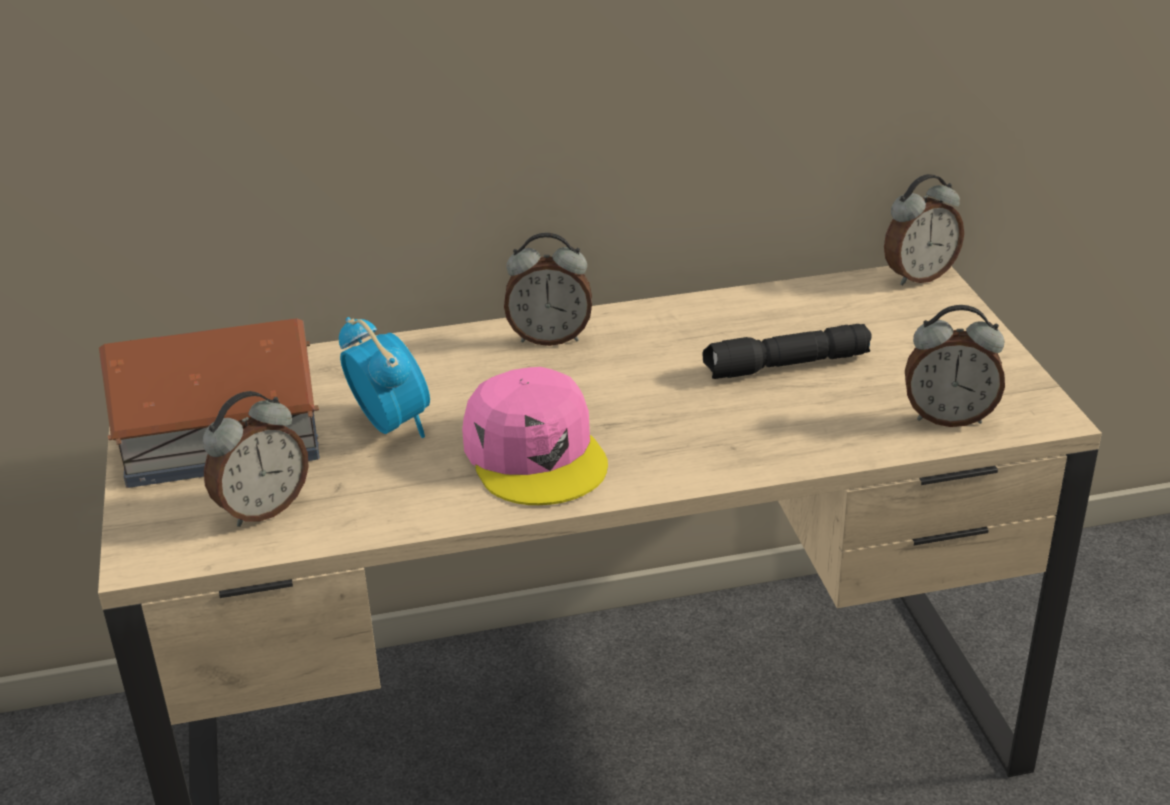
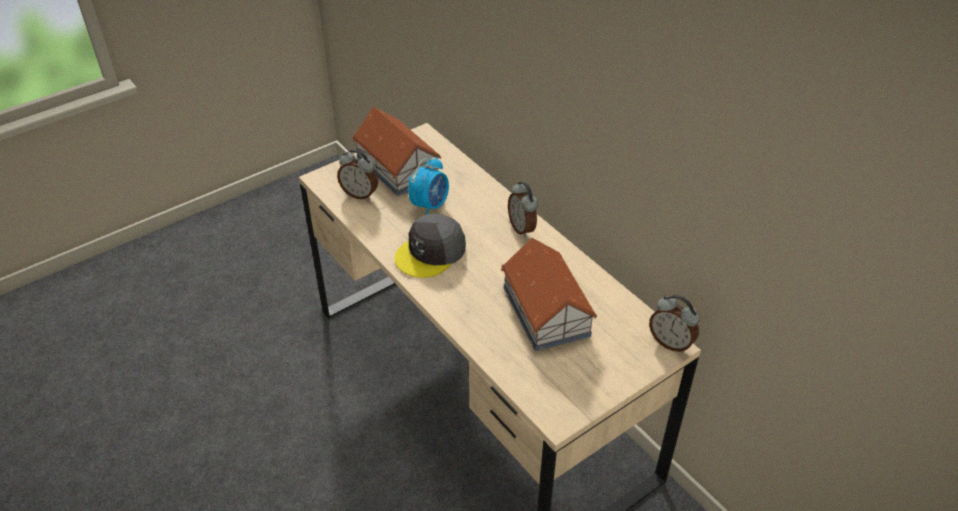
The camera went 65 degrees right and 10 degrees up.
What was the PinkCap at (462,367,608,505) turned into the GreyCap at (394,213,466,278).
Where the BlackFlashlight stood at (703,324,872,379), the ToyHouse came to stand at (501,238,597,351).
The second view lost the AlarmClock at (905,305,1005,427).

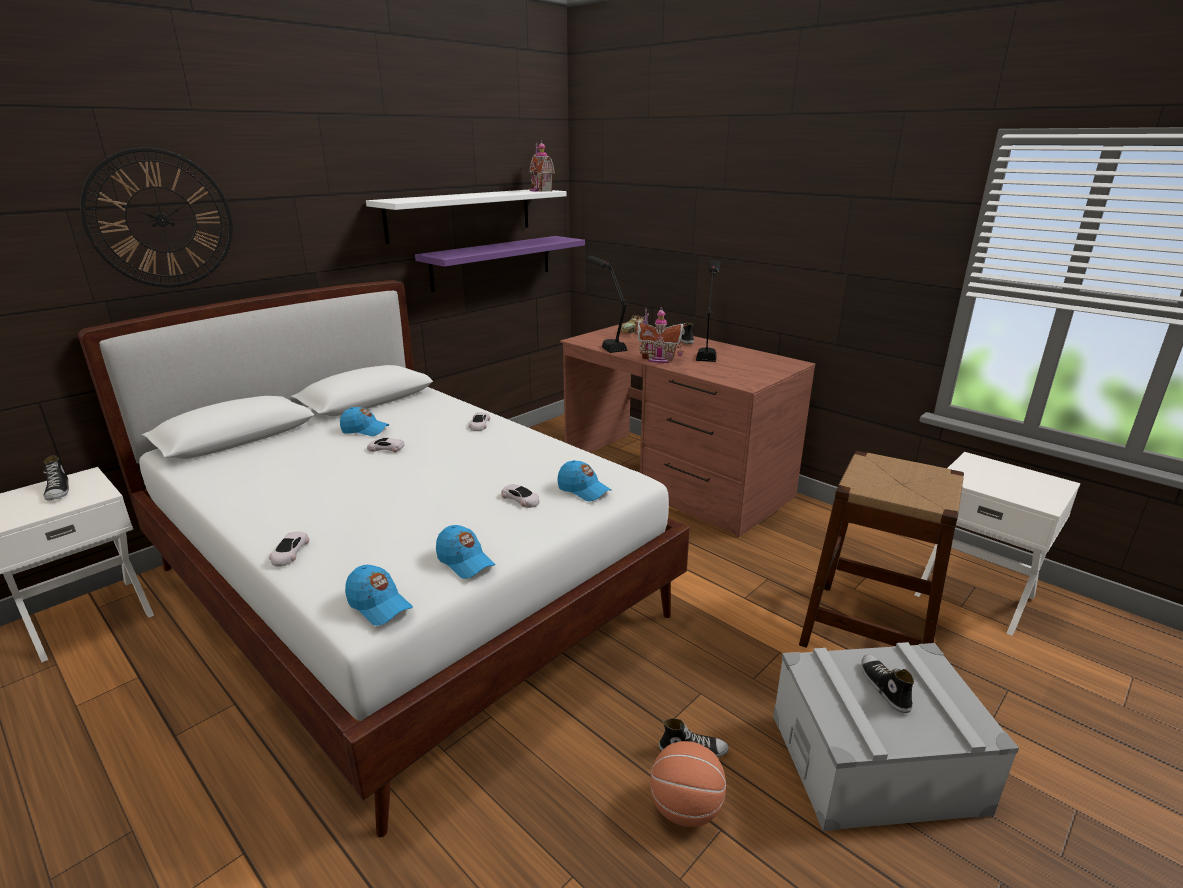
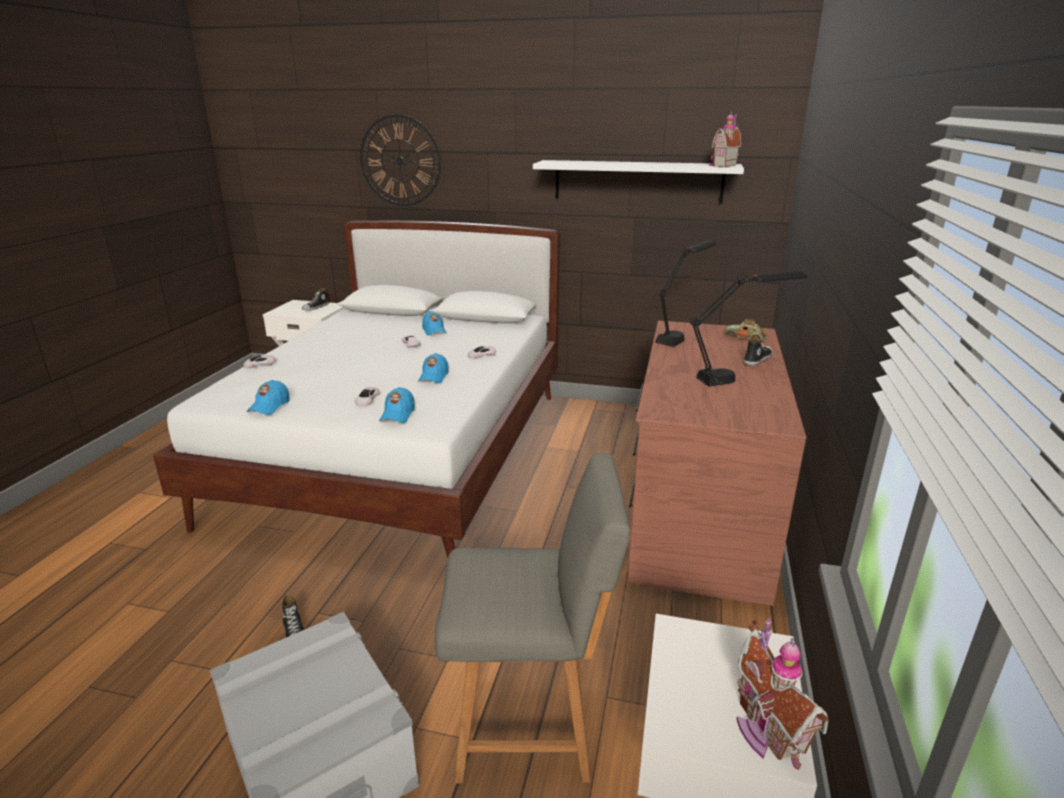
The camera went 60 degrees right and 0 degrees up.
The BlueCap ended up elsewhere, having gone from (345,565,413,626) to (418,353,448,383).
The second view lost the PurpleShelf at (415,236,585,292).
The ToyHouse ended up elsewhere, having gone from (635,307,687,363) to (736,618,829,770).
The second view lost the Basketball at (650,741,726,827).
Where the BrownStool stood at (799,451,964,648), the GreyChair came to stand at (435,453,630,783).
The second view lost the Shoe at (861,654,914,713).

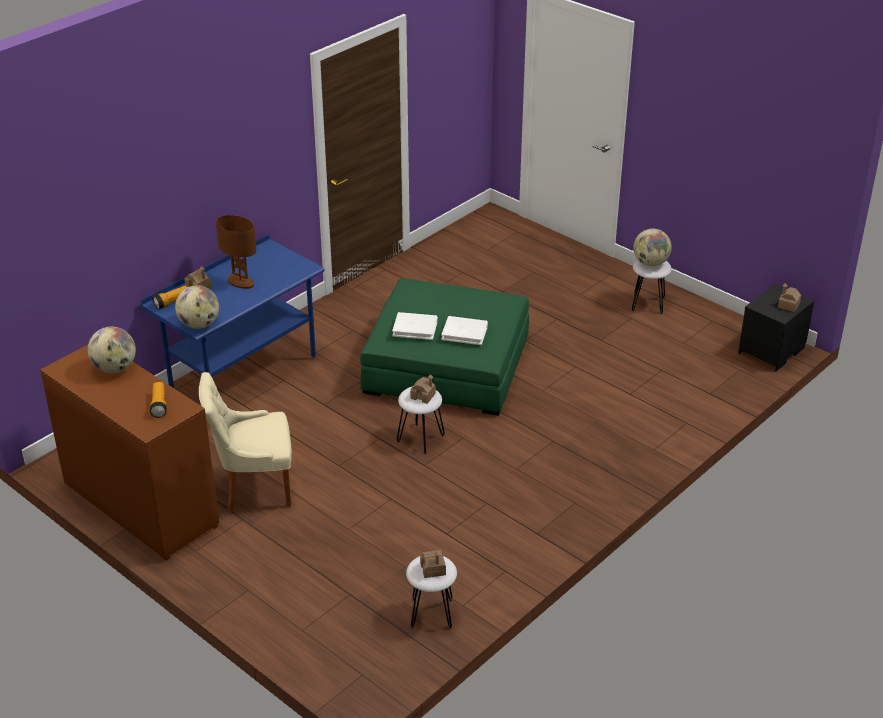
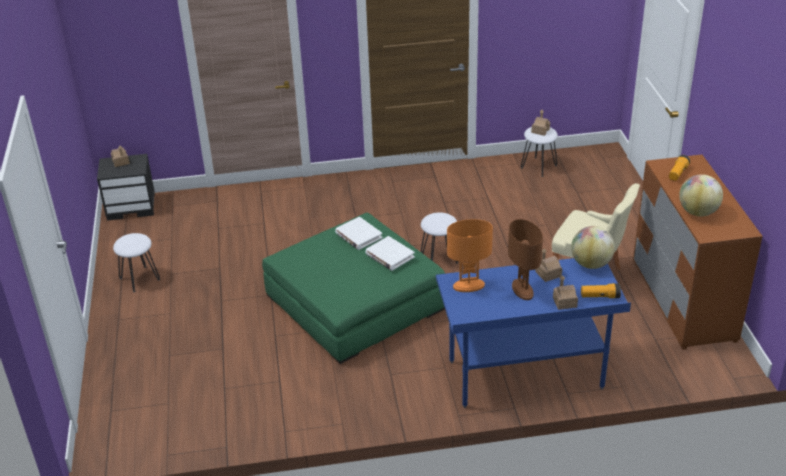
The camera went 140 degrees left and 0 degrees up.
The ToyHouse ended up elsewhere, having gone from (410,374,436,404) to (536,249,562,282).
The second view lost the Globe at (633,229,672,266).
The second view gained the OrangeTableLamp at (447,219,493,292).

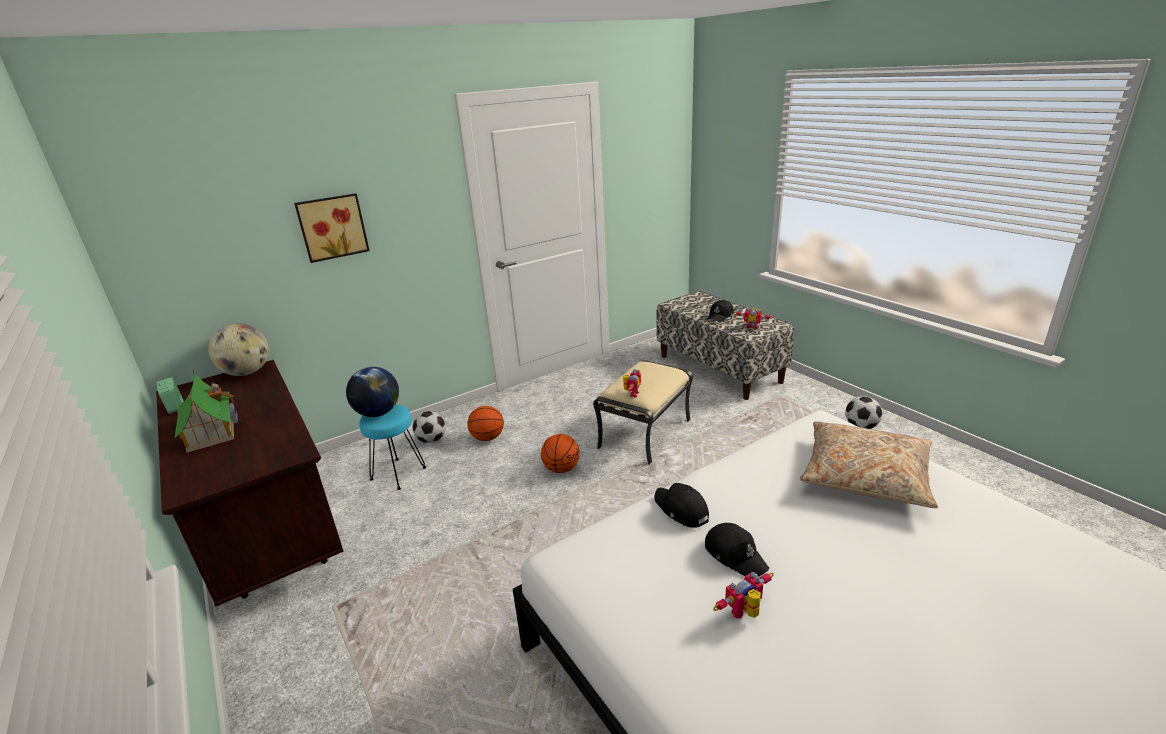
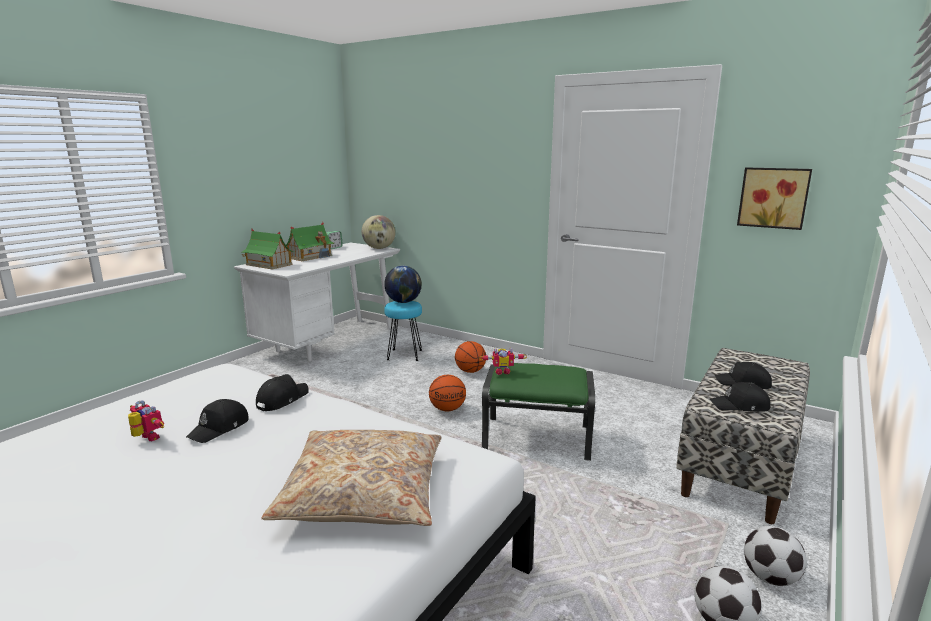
The camera went 65 degrees right and 10 degrees down.
What was the BrownDesk at (156,360,344,607) turned into the WhiteDesk at (234,242,400,362).
The Picture ended up elsewhere, having gone from (294,193,370,263) to (737,167,812,230).
The Football ended up elsewhere, having gone from (413,411,446,443) to (744,526,807,586).
What was the BeigeOttoman at (593,360,693,465) turned into the GreenOttoman at (482,363,595,461).
Where the ToyRobot stood at (734,307,773,329), the BlackCap came to stand at (710,382,771,412).
The second view gained the ToyHouse at (241,229,294,270).

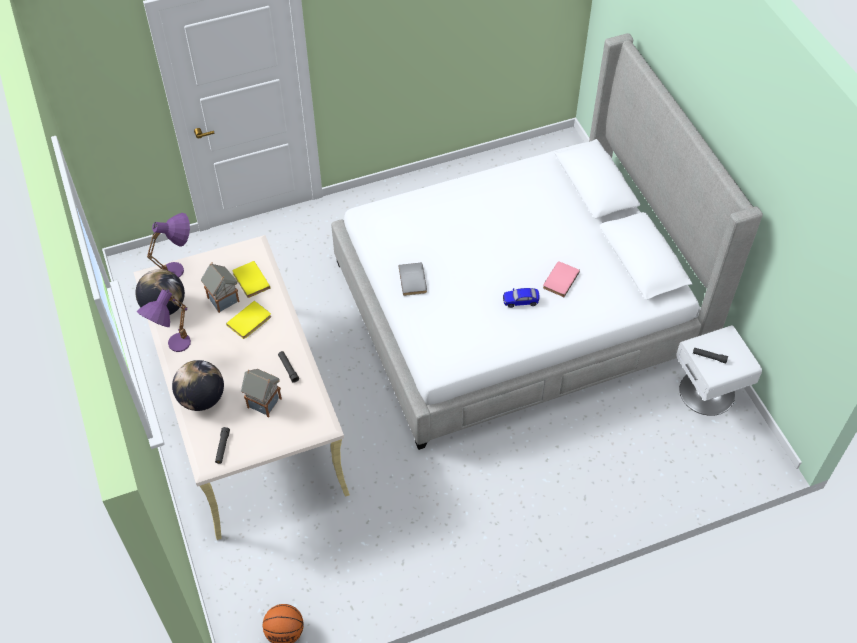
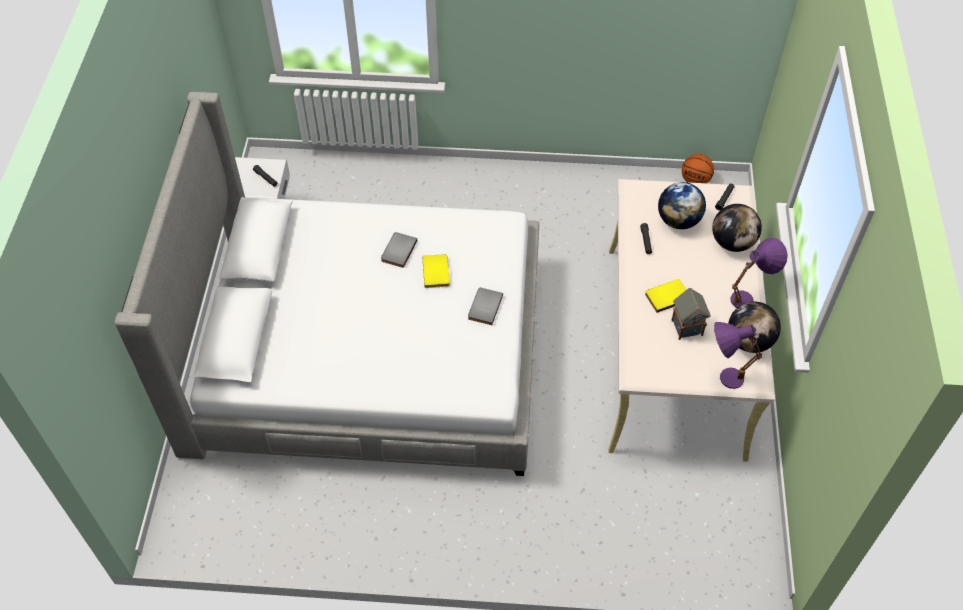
The camera went 155 degrees left and 0 degrees up.
The YellowBook ended up elsewhere, having gone from (233,261,270,298) to (422,254,450,288).
Where the ToyHouse stood at (241,369,282,417), the Globe came to stand at (658,182,706,229).
Where the ToyCar stood at (503,288,540,308), the GreyBook came to stand at (381,232,417,268).
The second view lost the PinkBook at (543,261,580,297).

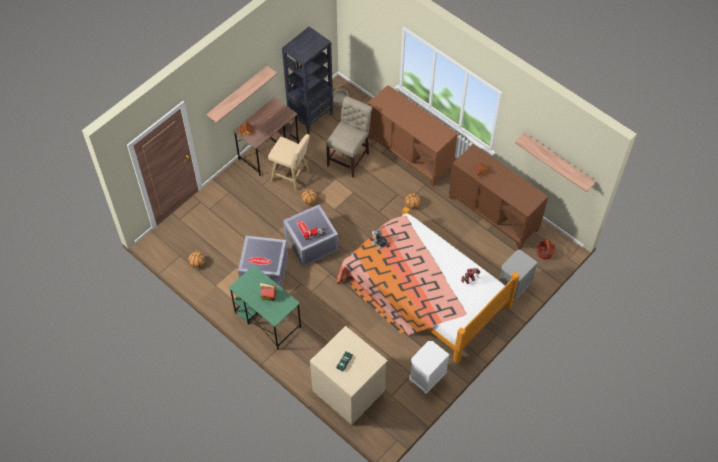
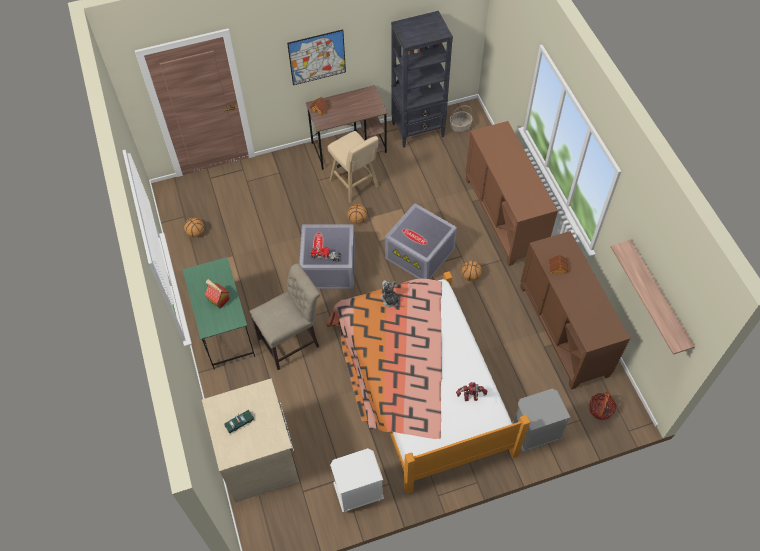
The camera went 30 degrees right and 0 degrees up.
Where the Shelf hung at (206,66,277,123), the Picture came to hang at (287,29,346,85).
The GreyStorageBox ended up elsewhere, having gone from (238,236,288,288) to (385,203,457,279).
The BeigeChair ended up elsewhere, having gone from (326,96,373,177) to (249,263,320,370).

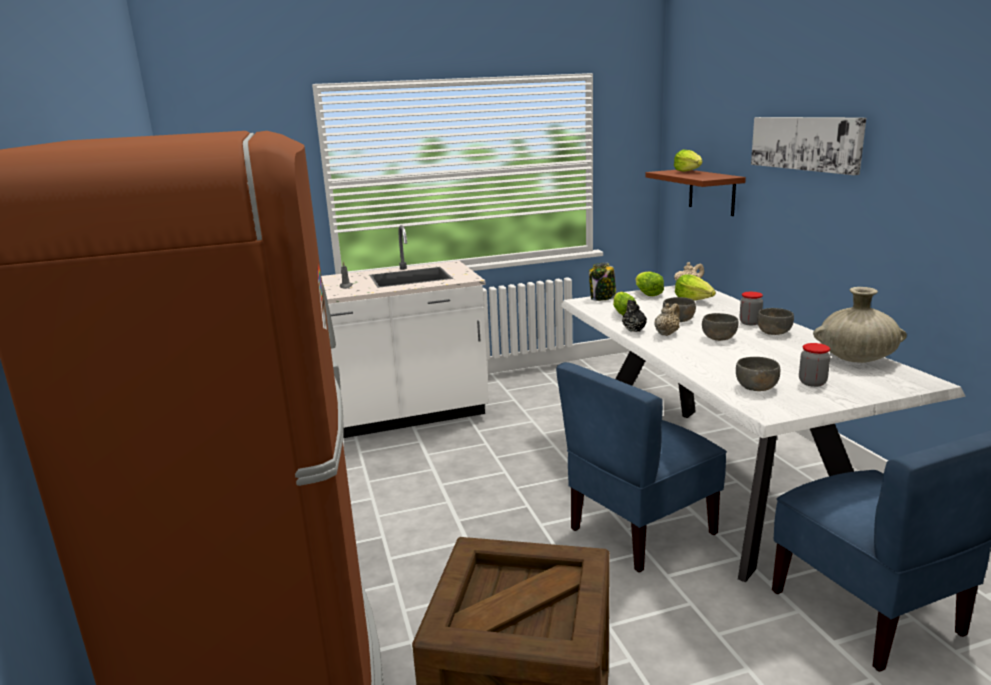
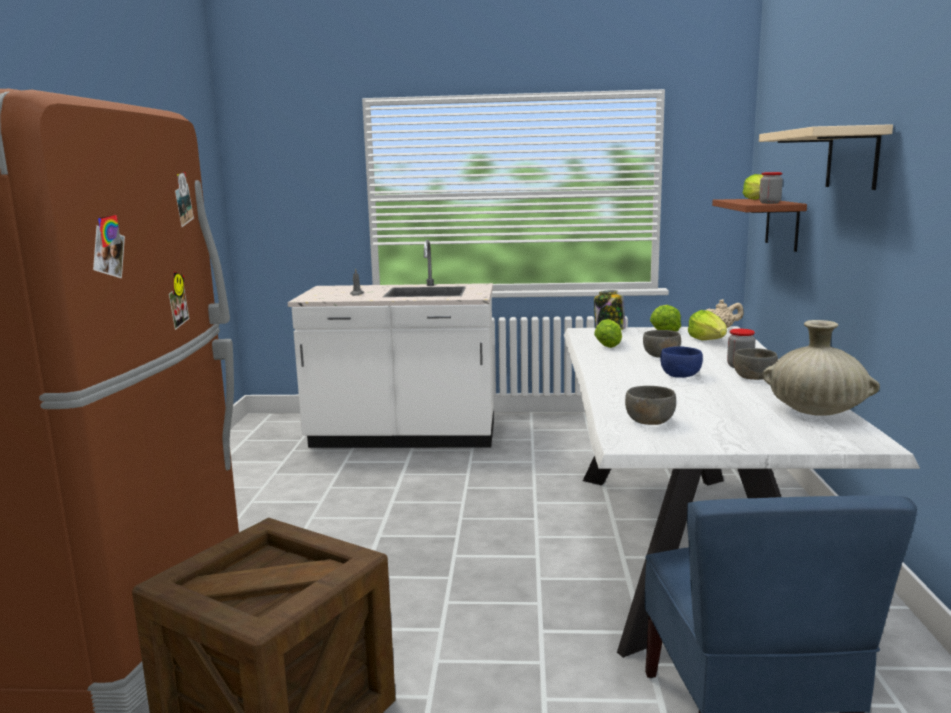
The camera went 20 degrees right and 5 degrees down.
The second view lost the BlueChair at (556,362,727,573).
The second view lost the BlackTeapot at (622,300,647,332).
The second view lost the BeigeTeapot at (654,303,680,336).
What was the GreyBowl at (702,313,738,341) turned into the BlueBowl at (660,346,703,378).
Where the Picture hung at (751,117,866,175), the BeigeShelf came to hang at (759,124,893,190).
The Jar ended up elsewhere, having gone from (799,343,830,387) to (759,172,783,204).

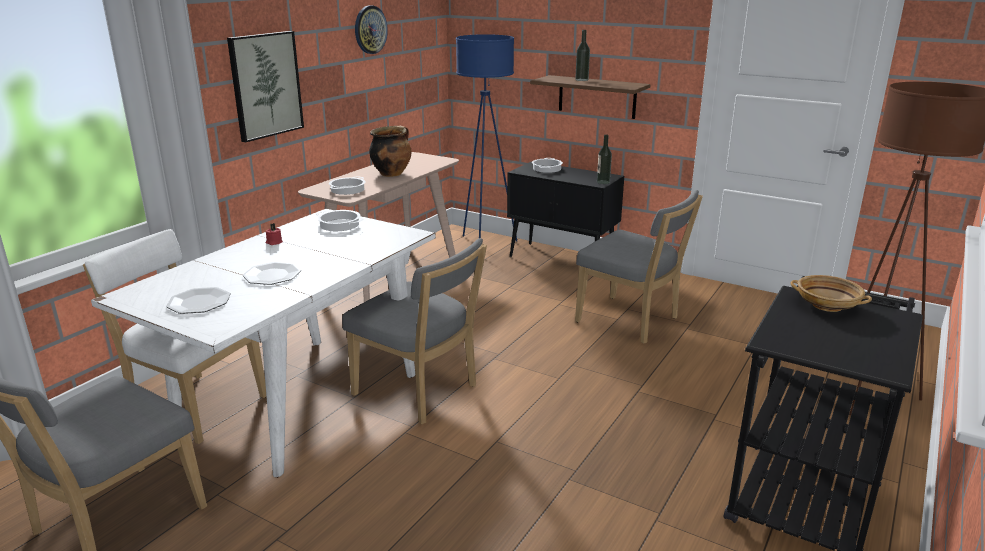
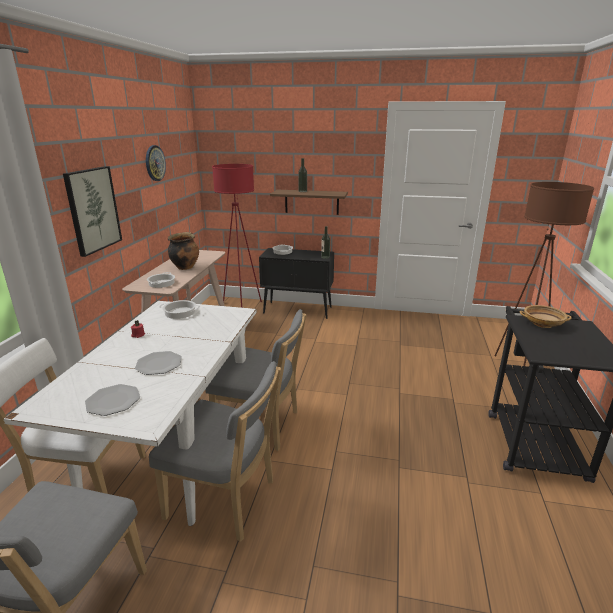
The camera went 20 degrees left and 0 degrees up.
What was the BlueFloorLamp at (456,34,517,242) turned into the RedFloorLamp at (212,164,262,308).
The GreyChair ended up elsewhere, having gone from (575,190,703,344) to (149,361,281,542).

